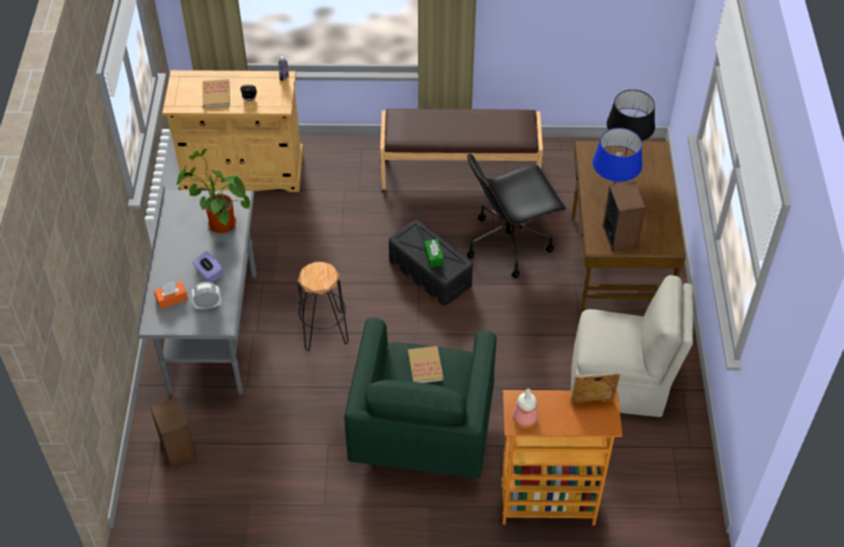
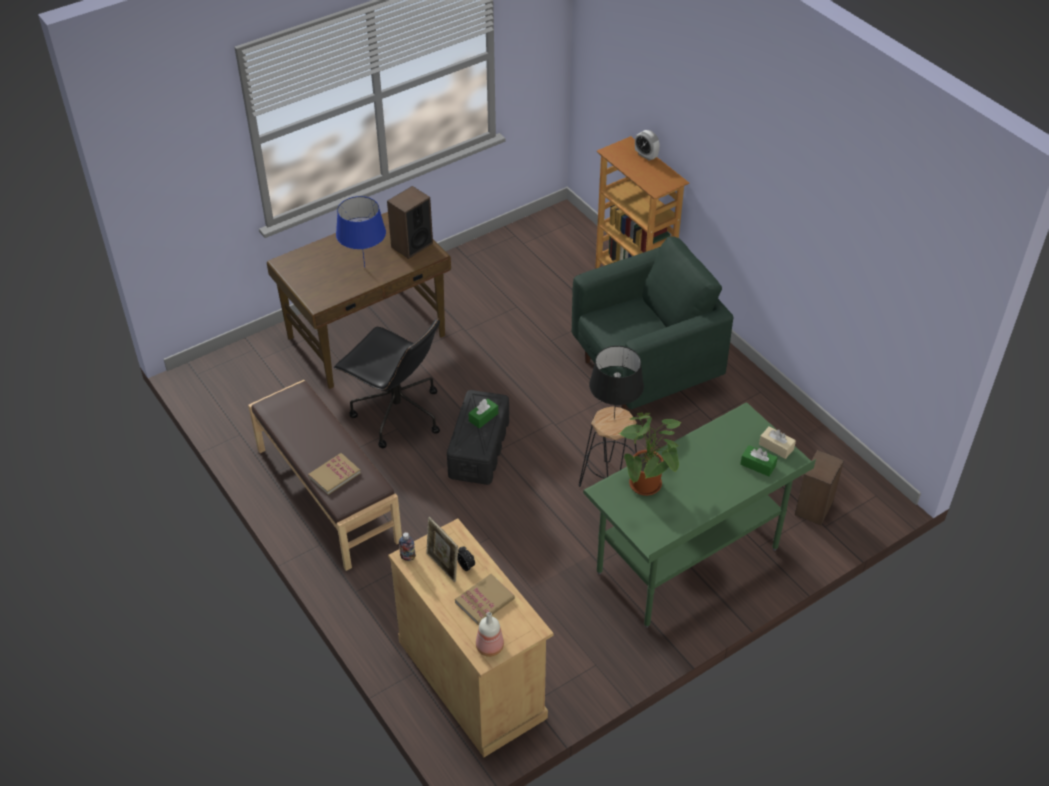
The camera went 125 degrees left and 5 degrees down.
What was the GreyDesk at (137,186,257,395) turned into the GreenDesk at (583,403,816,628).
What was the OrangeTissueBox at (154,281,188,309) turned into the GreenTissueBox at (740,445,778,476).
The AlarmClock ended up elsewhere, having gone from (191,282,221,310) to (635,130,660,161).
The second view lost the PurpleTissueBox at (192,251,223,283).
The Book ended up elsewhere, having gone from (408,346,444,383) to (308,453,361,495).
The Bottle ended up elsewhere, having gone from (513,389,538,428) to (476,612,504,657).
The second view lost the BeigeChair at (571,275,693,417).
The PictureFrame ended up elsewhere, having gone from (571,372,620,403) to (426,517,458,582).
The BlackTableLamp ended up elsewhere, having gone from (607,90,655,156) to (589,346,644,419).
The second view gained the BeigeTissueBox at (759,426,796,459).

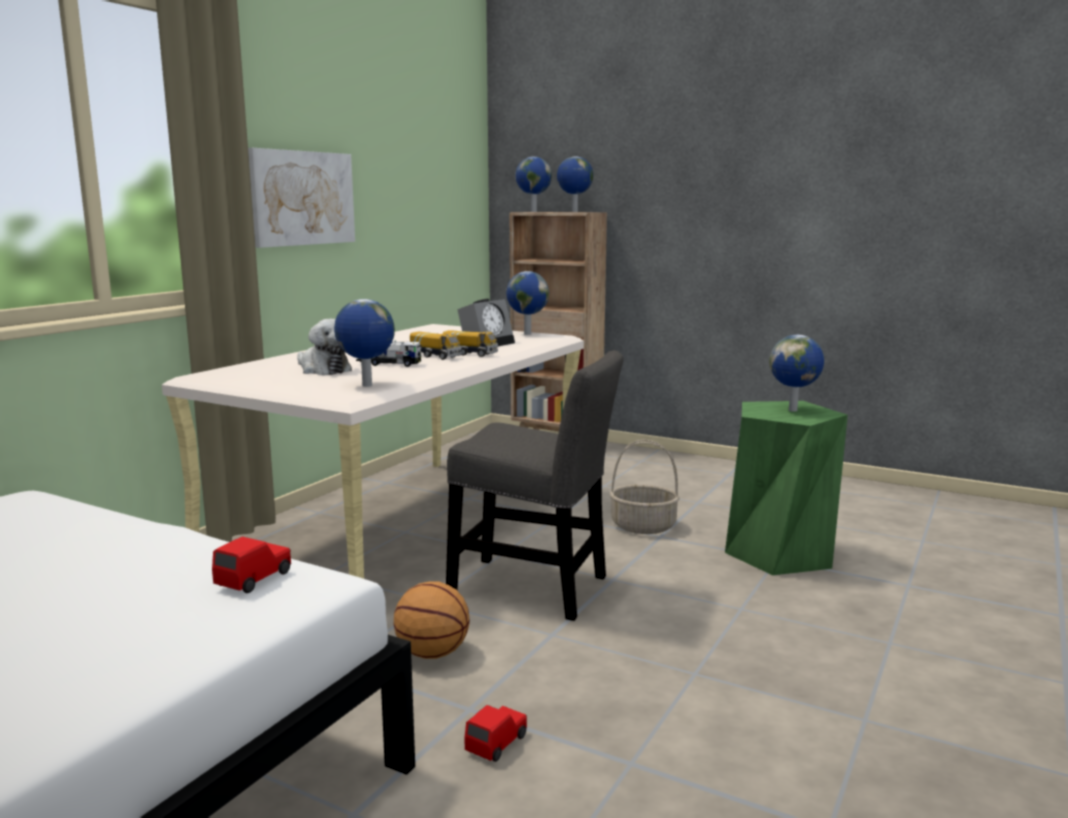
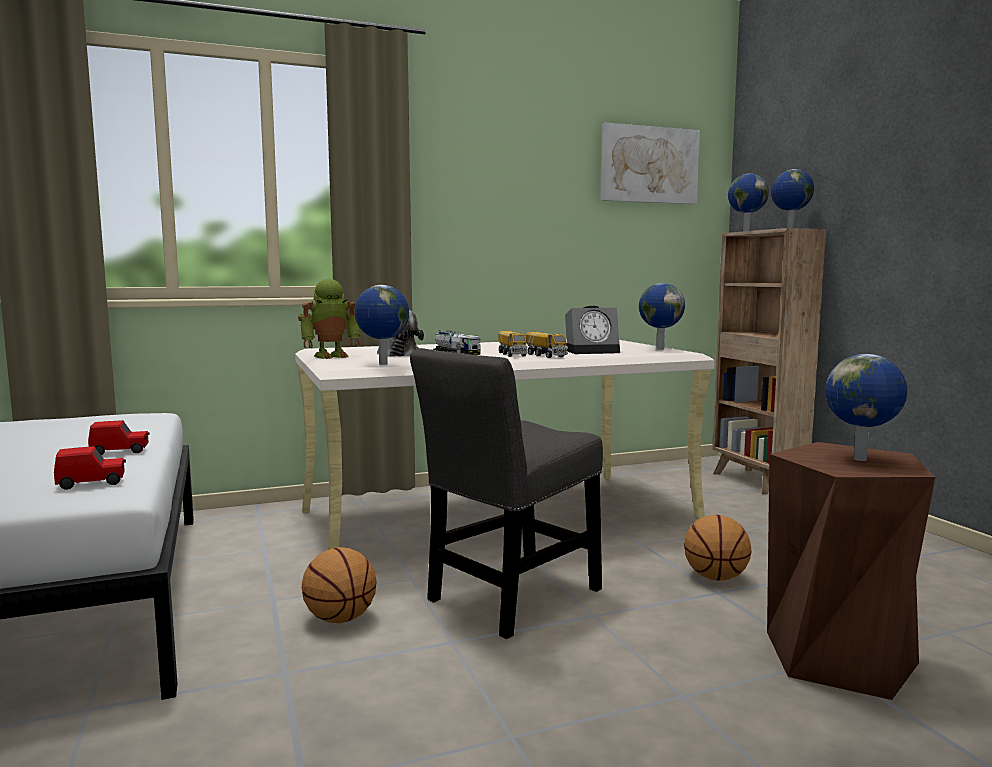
The camera went 40 degrees right and 5 degrees down.
The Picture ended up elsewhere, having gone from (248,148,355,248) to (600,123,700,204).
The GreyChair at (446,350,623,621) ended up facing another way, 75 degrees clockwise from before.
The RedToyCar ended up elsewhere, having gone from (465,705,527,762) to (88,420,149,455).
Where the Basket stood at (610,440,680,534), the Basketball came to stand at (684,515,752,581).
What was the GreenStool at (725,401,848,575) turned into the BrownStool at (767,442,935,700).
The second view gained the ToyRobot at (298,279,360,359).

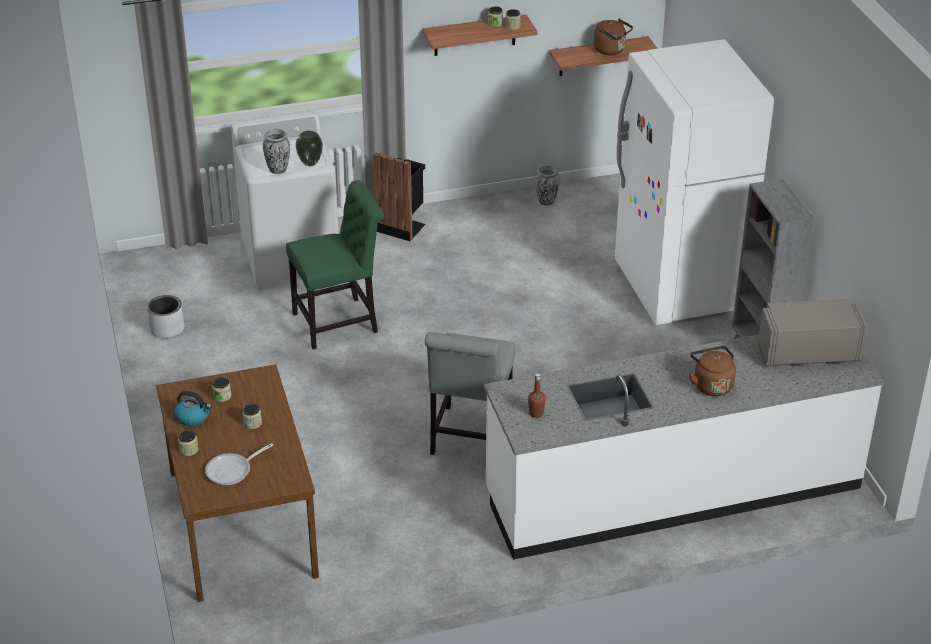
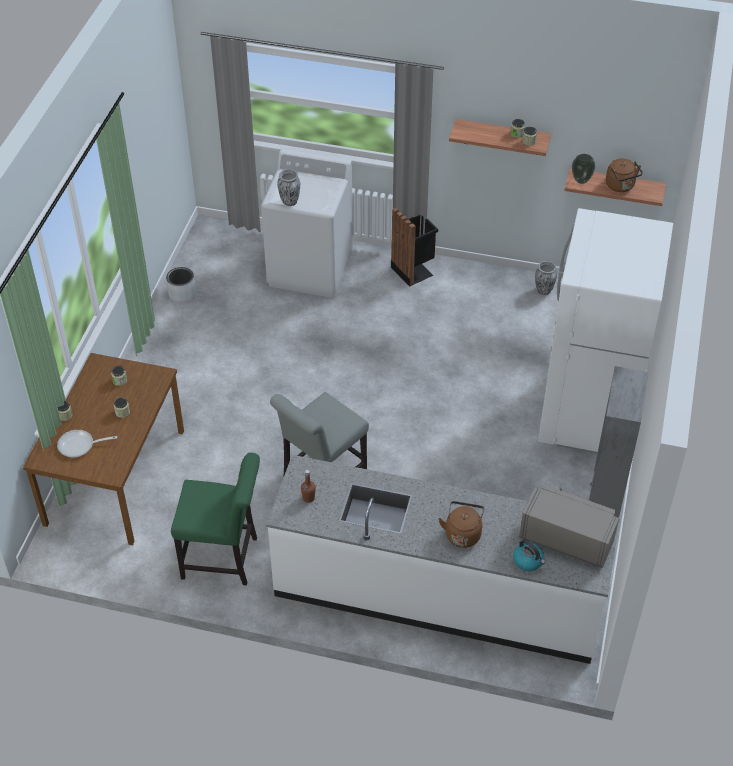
The camera went 30 degrees right and 10 degrees up.
The Kettle ended up elsewhere, having gone from (174,391,212,426) to (513,539,545,571).
The GreenChair ended up elsewhere, having gone from (286,180,384,349) to (171,453,260,585).
The Vase ended up elsewhere, having gone from (296,131,323,166) to (572,154,595,184).

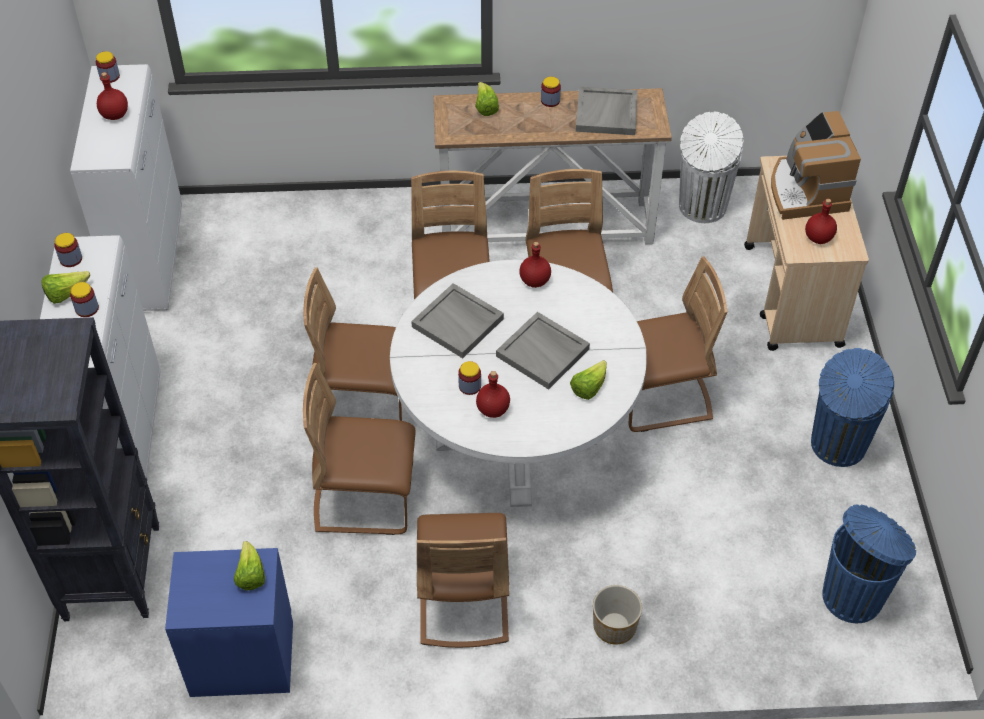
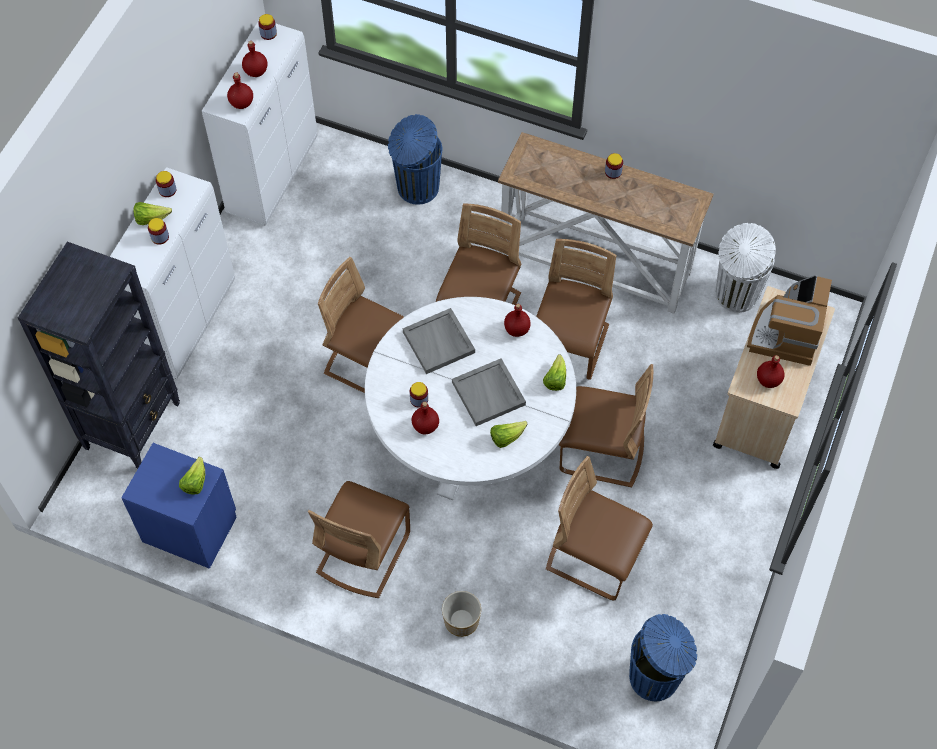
The camera went 25 degrees right and 10 degrees up.
The BrownChair ended up elsewhere, having gone from (303,363,416,535) to (546,456,653,600).
The Lettuce ended up elsewhere, having gone from (475,82,499,116) to (543,354,566,391).
The second view lost the GreyTray at (576,87,637,135).
The BlueTrashCan ended up elsewhere, having gone from (811,348,894,467) to (388,114,442,205).
The second view gained the RedBottle at (227,73,253,109).

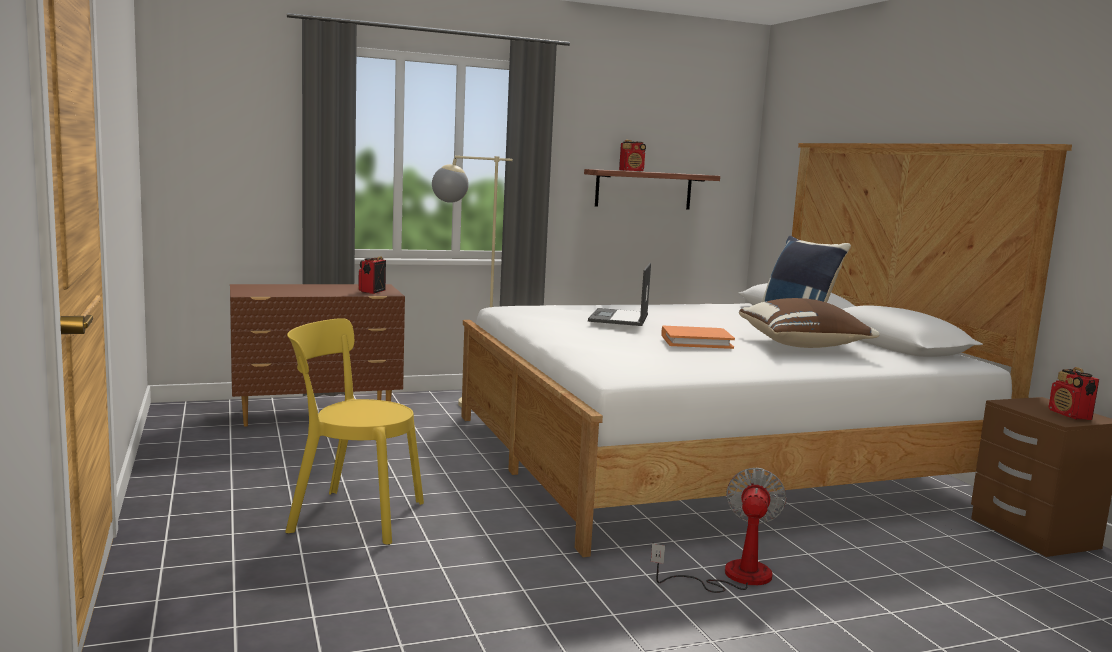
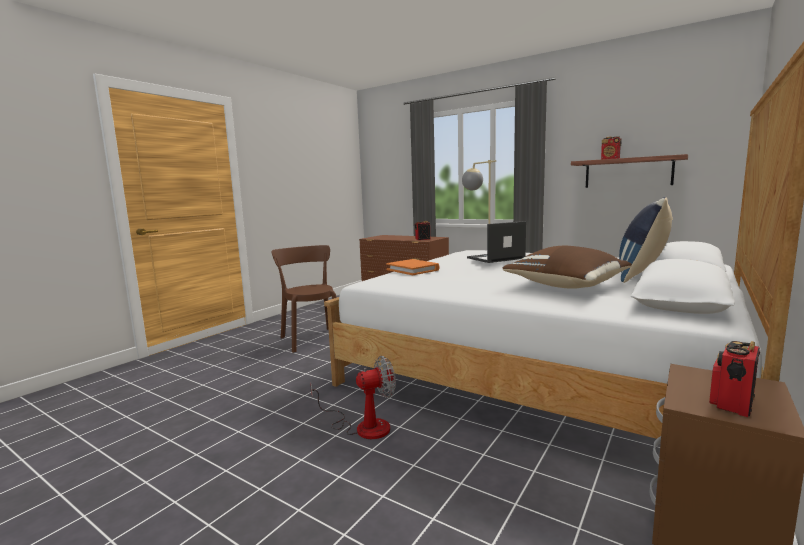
The camera went 55 degrees right and 0 degrees up.
What was the YellowChair at (285,318,424,545) turned into the BrownChair at (272,245,337,353).
The OrangeBook ended up elsewhere, having gone from (662,326,735,349) to (386,259,440,275).

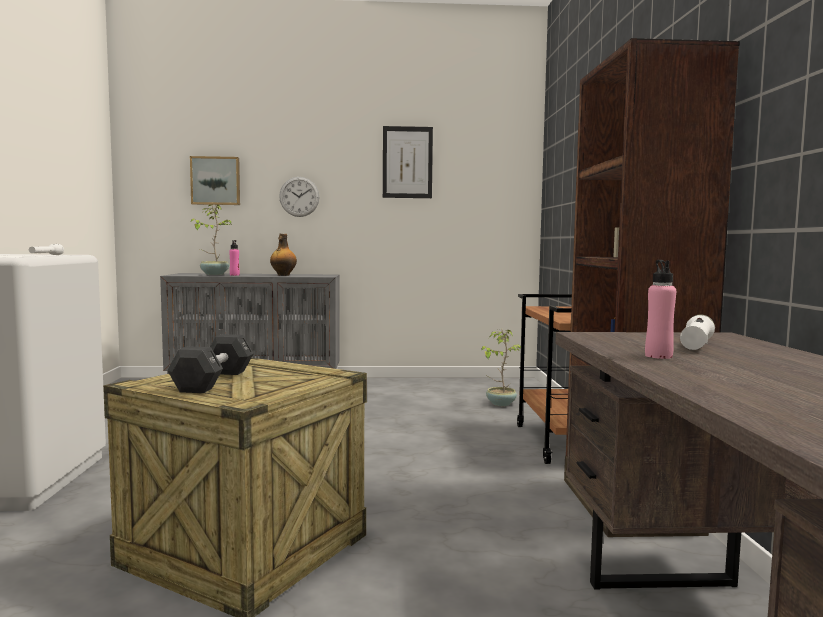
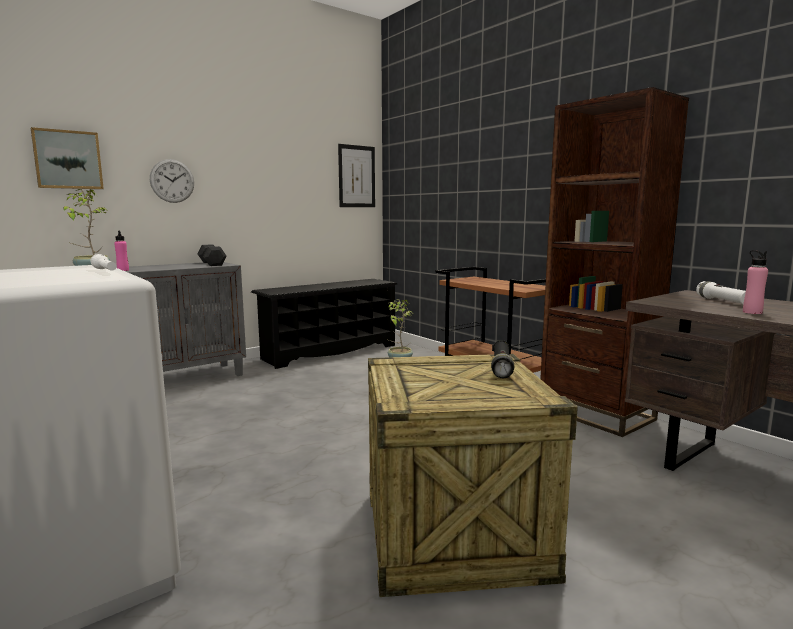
The camera went 35 degrees left and 5 degrees up.
The BlackDumbbell ended up elsewhere, having gone from (167,334,254,393) to (197,244,227,266).
The second view lost the Bottle at (270,234,297,276).
The Picture ended up elsewhere, having gone from (383,126,433,198) to (338,144,375,207).
The second view gained the BlackShoeRack at (251,279,397,369).
The second view gained the BlackFlashlight at (491,340,514,378).

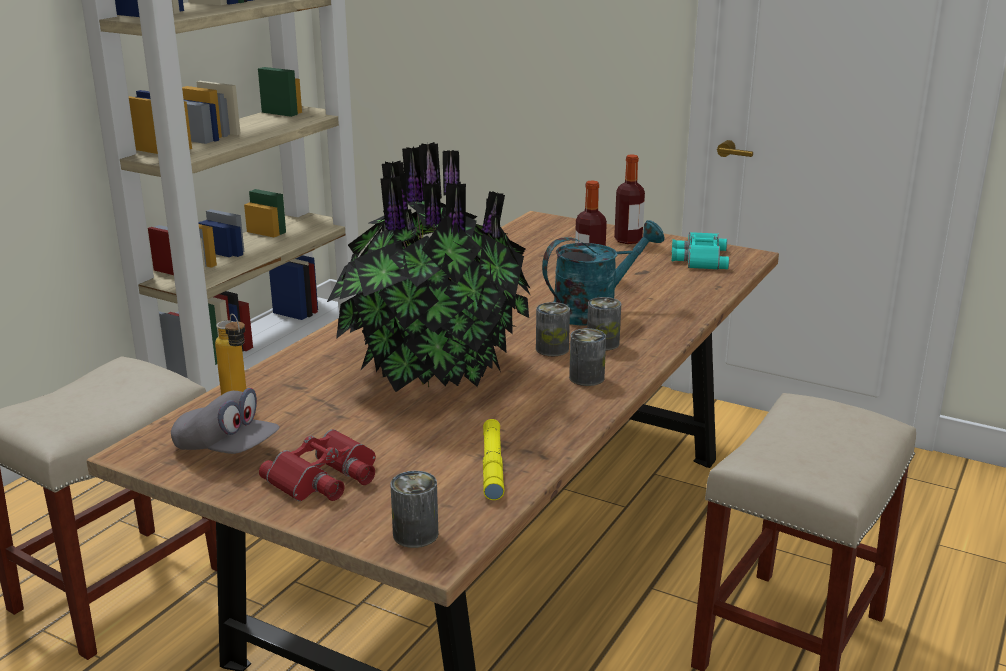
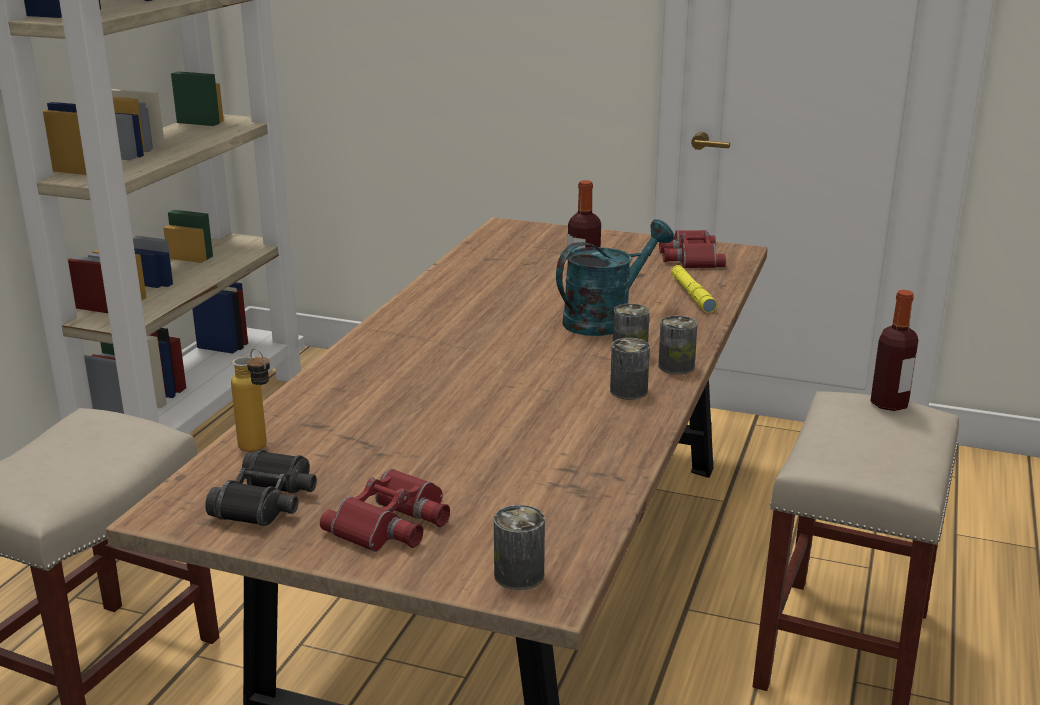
The camera went 10 degrees left and 0 degrees up.
Where the GreyCap stood at (171,388,280,454), the BlackBinoculars came to stand at (205,450,317,526).
The second view lost the PottedPlant at (327,142,531,392).
The YellowFlashlight ended up elsewhere, having gone from (483,419,505,500) to (671,265,717,313).
The Can ended up elsewhere, having gone from (536,302,570,356) to (658,316,697,374).
The Bottle ended up elsewhere, having gone from (614,154,645,244) to (870,290,918,411).
What was the TurquoiseBinoculars at (672,232,729,270) turned into the RedBinoculars at (659,230,726,268).

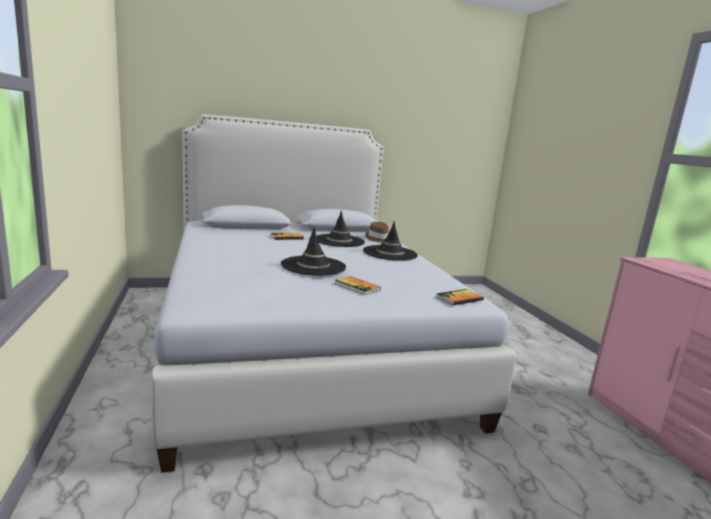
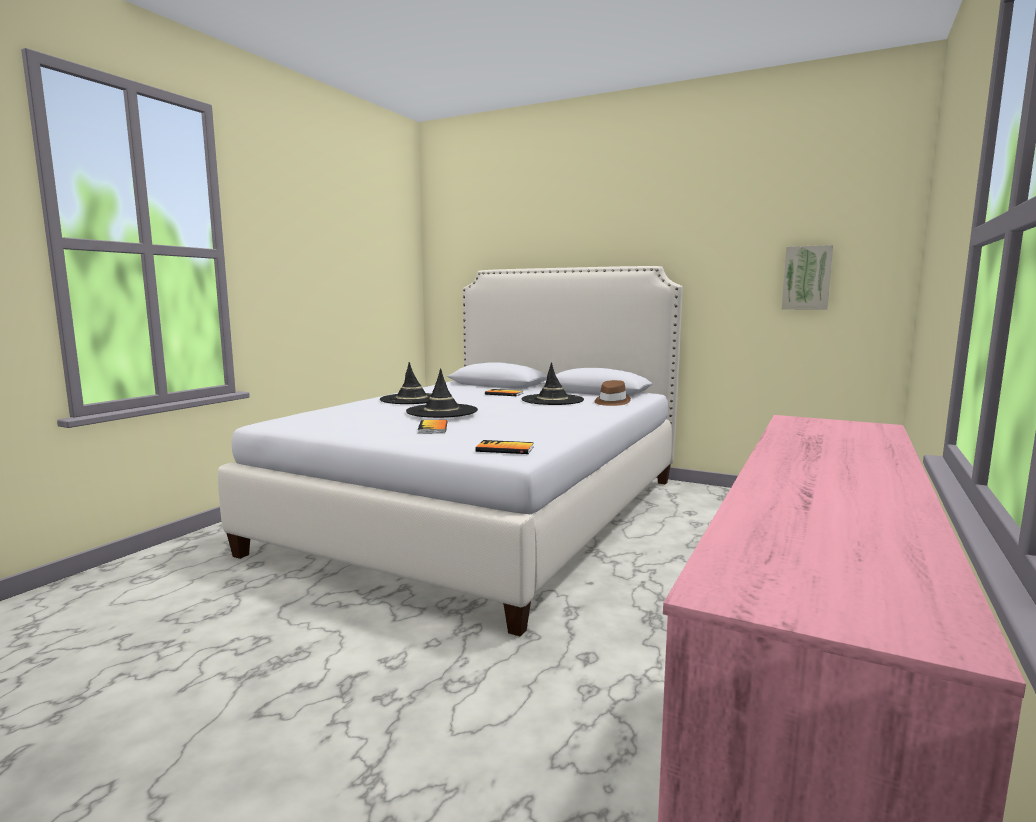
The camera went 45 degrees right and 5 degrees down.
The BlackHat ended up elsewhere, having gone from (363,221,418,260) to (380,362,431,404).
The second view gained the Picture at (781,245,833,310).

